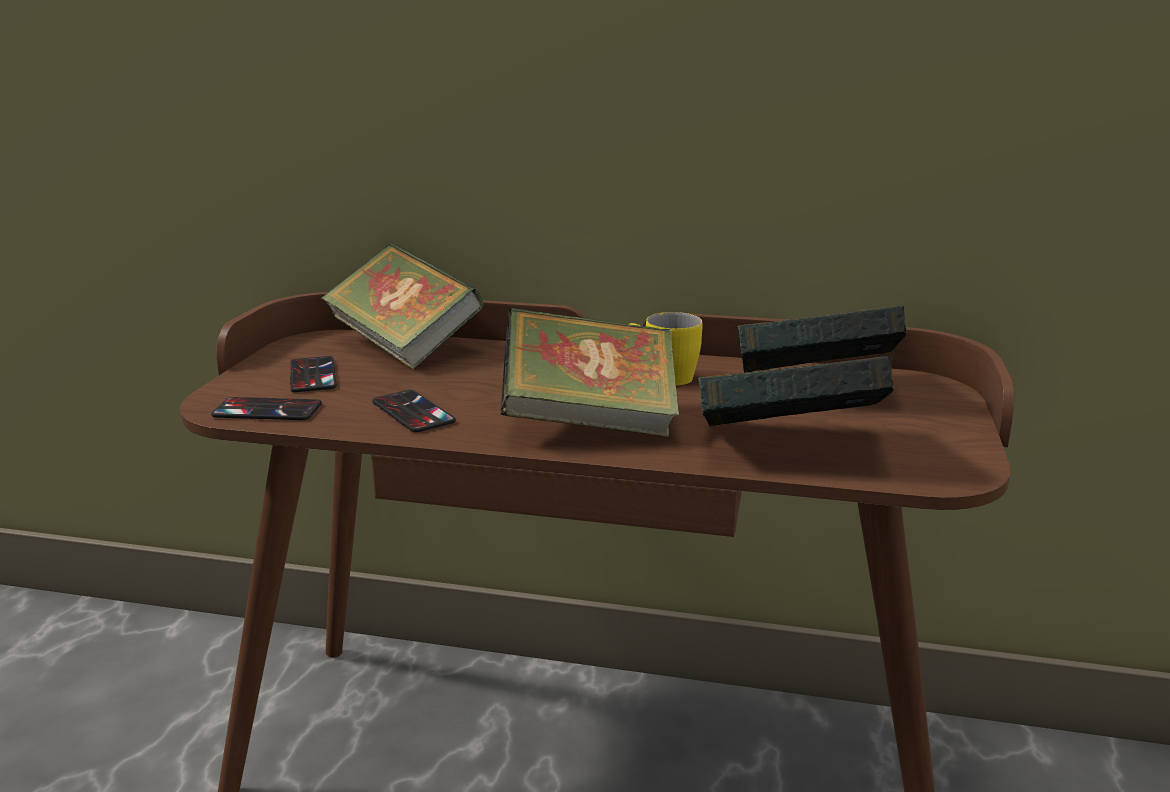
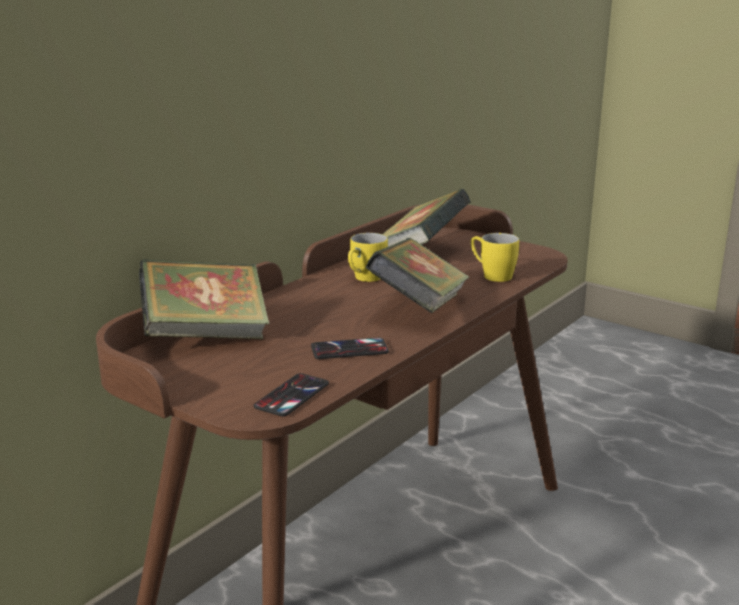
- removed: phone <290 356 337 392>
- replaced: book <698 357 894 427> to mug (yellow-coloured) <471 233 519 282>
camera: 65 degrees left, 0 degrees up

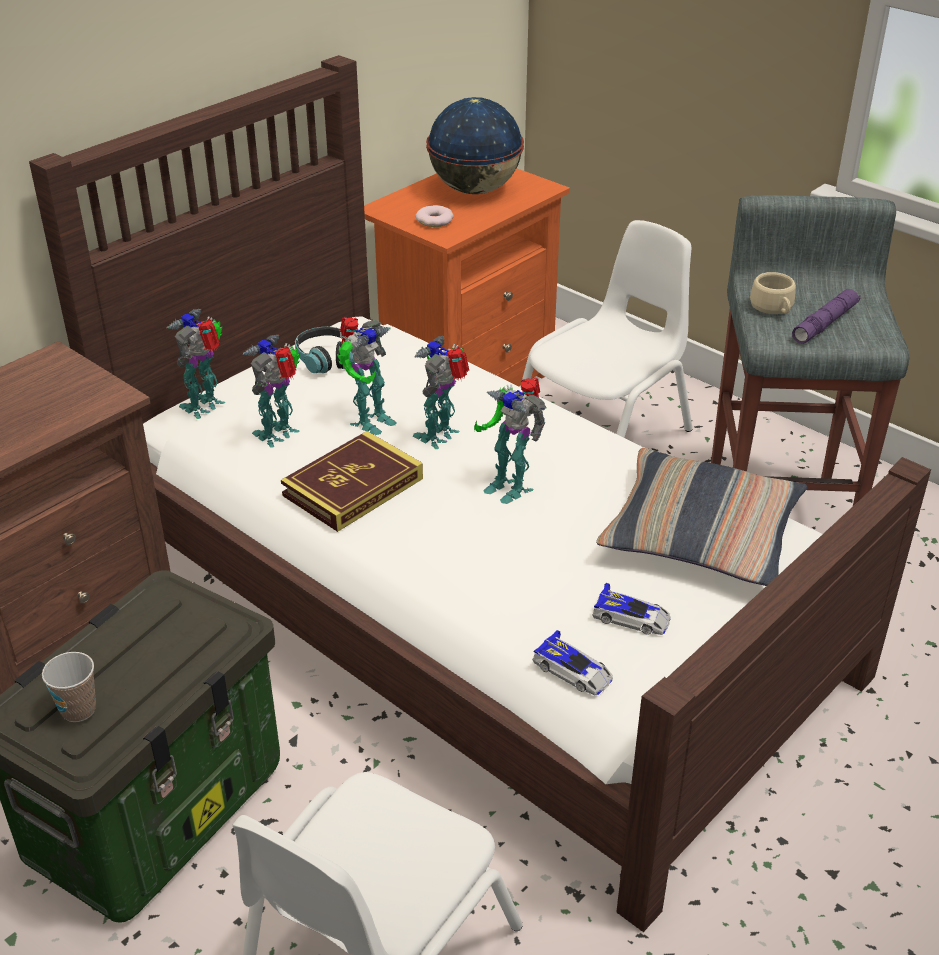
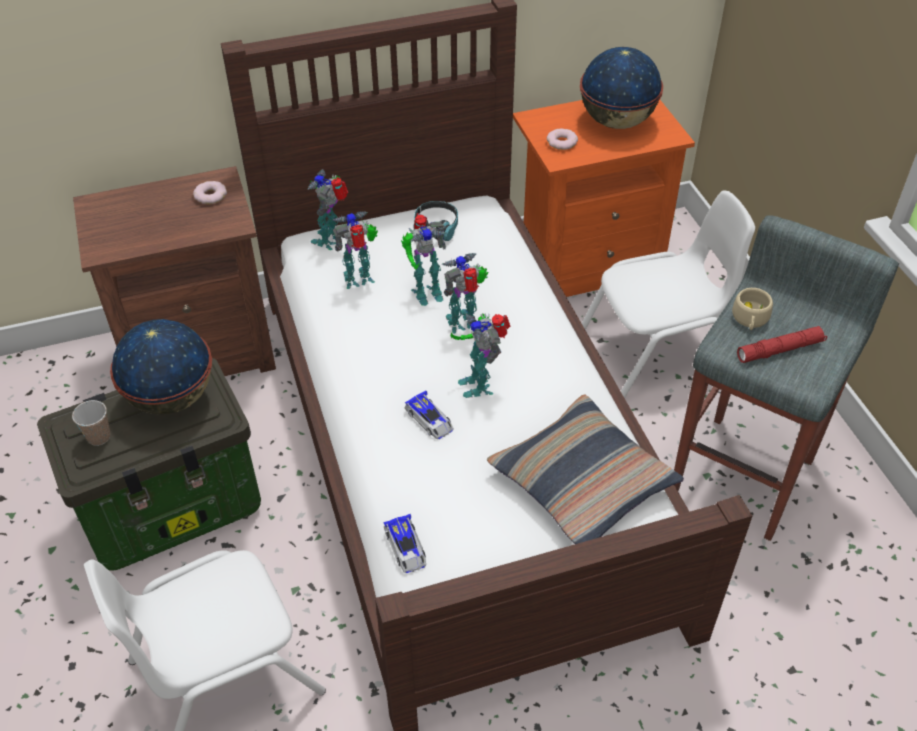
- removed: book <281 431 423 532>
- added: desk globe <110 319 212 414>
- added: ring doughnut <193 181 227 204>
- moved: miniature car <592 583 671 635> to <404 390 453 439>
- recoloured: hand torch (purple-coloured) <792 289 860 344> to hand torch (reddish) <737 326 827 363>
- turned: model robot <166 309 225 419> = <308 169 348 250> 45 degrees counterclockwise
camera: 30 degrees right, 10 degrees up

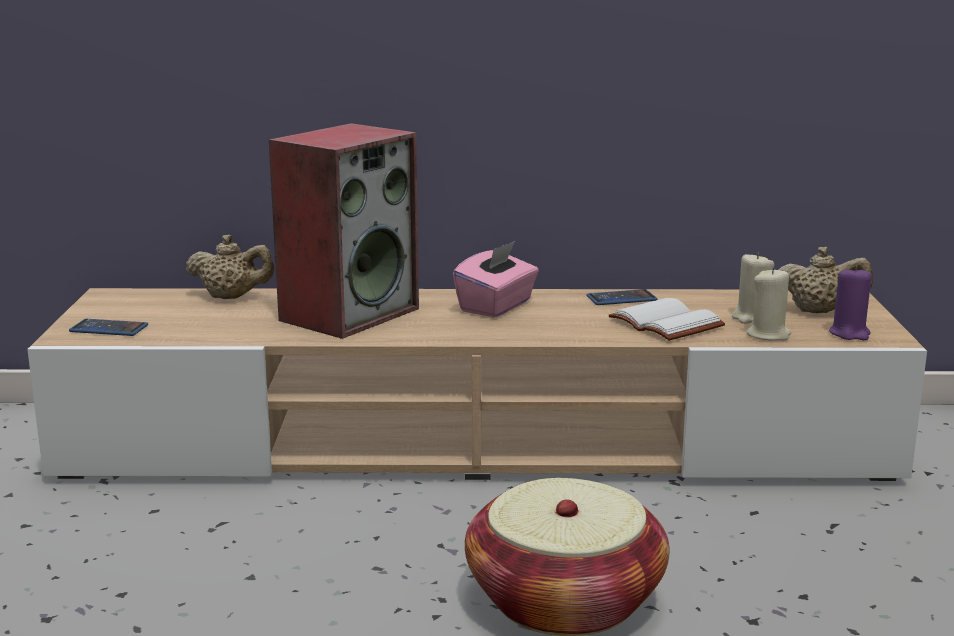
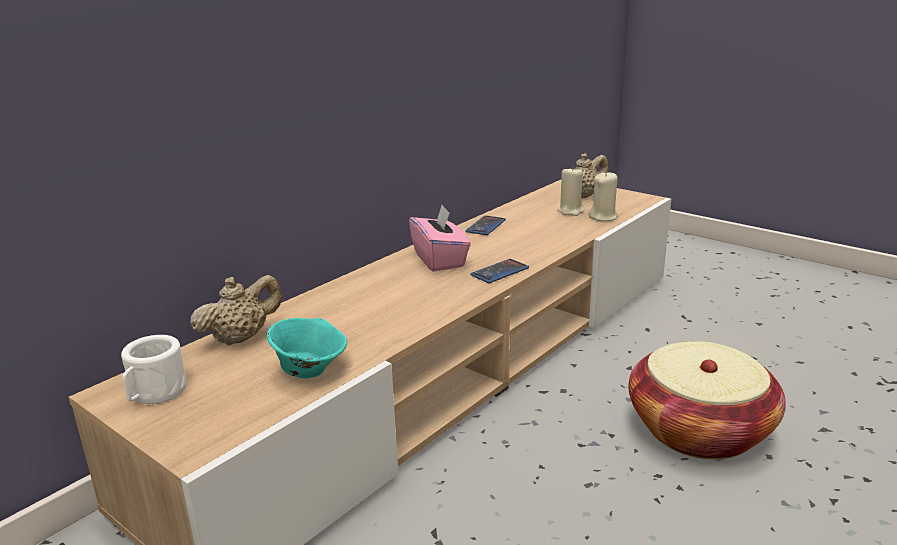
- removed: loudspeaker <269 123 419 339>
- removed: book (white-coloured) <609 298 725 341>
- removed: wax candle (purple-coloured) <829 266 872 340>
- added: mug (white-coloured) <121 335 187 404>
- added: bowl (blue-green) <267 318 347 378>
- moved: phone <69 319 148 336> to <470 259 529 283>
camera: 50 degrees left, 5 degrees up

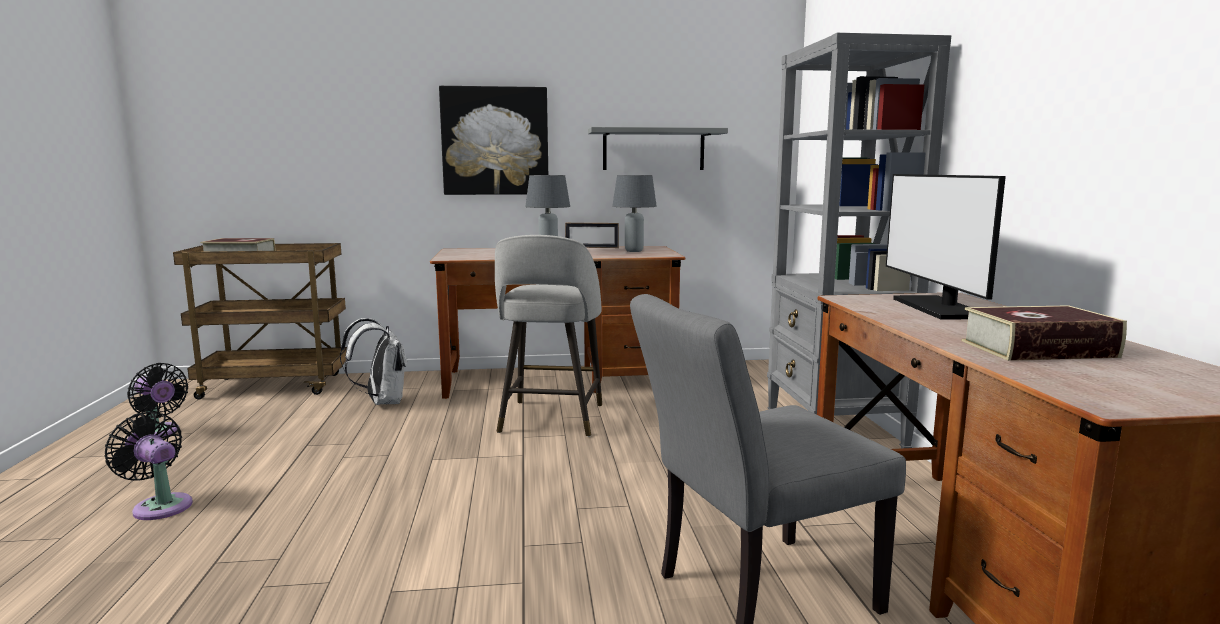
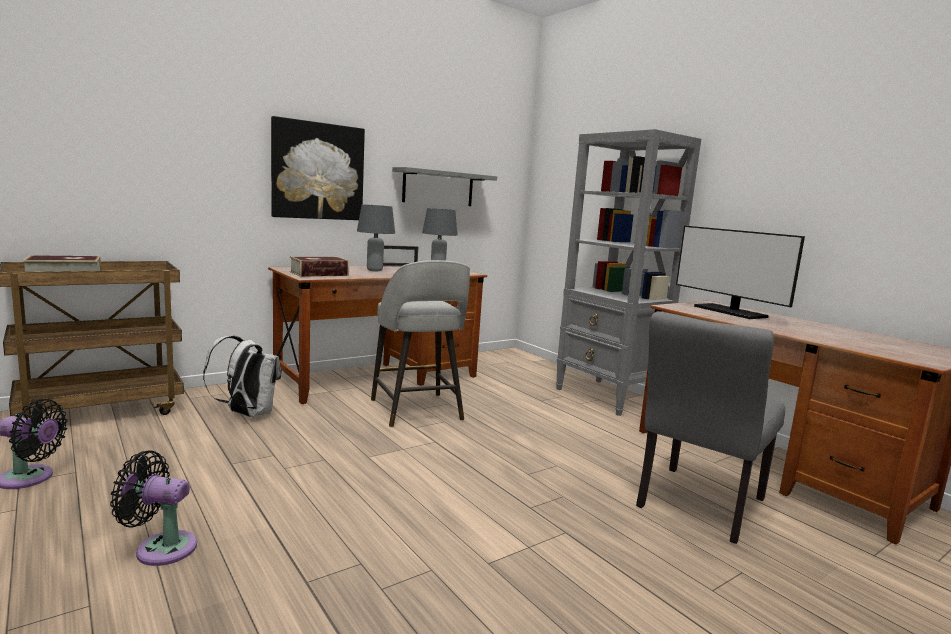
- moved: book <962 305 1127 361> to <290 256 349 277>
camera: 30 degrees left, 0 degrees up

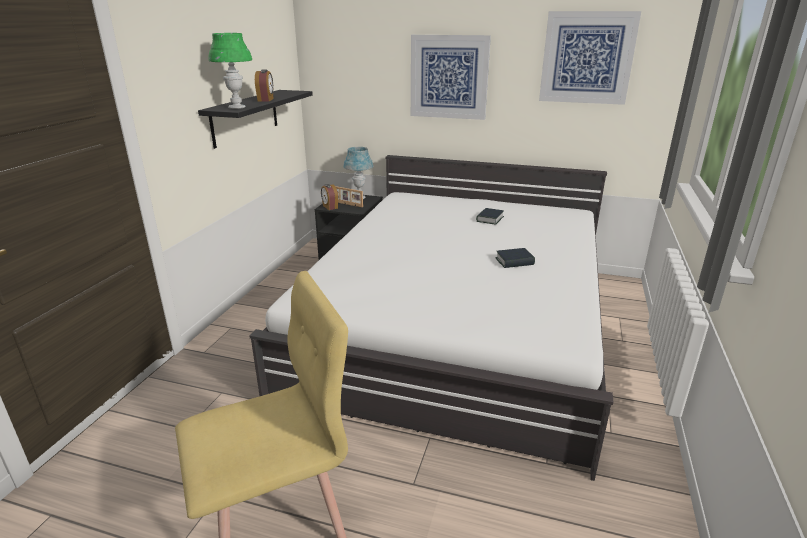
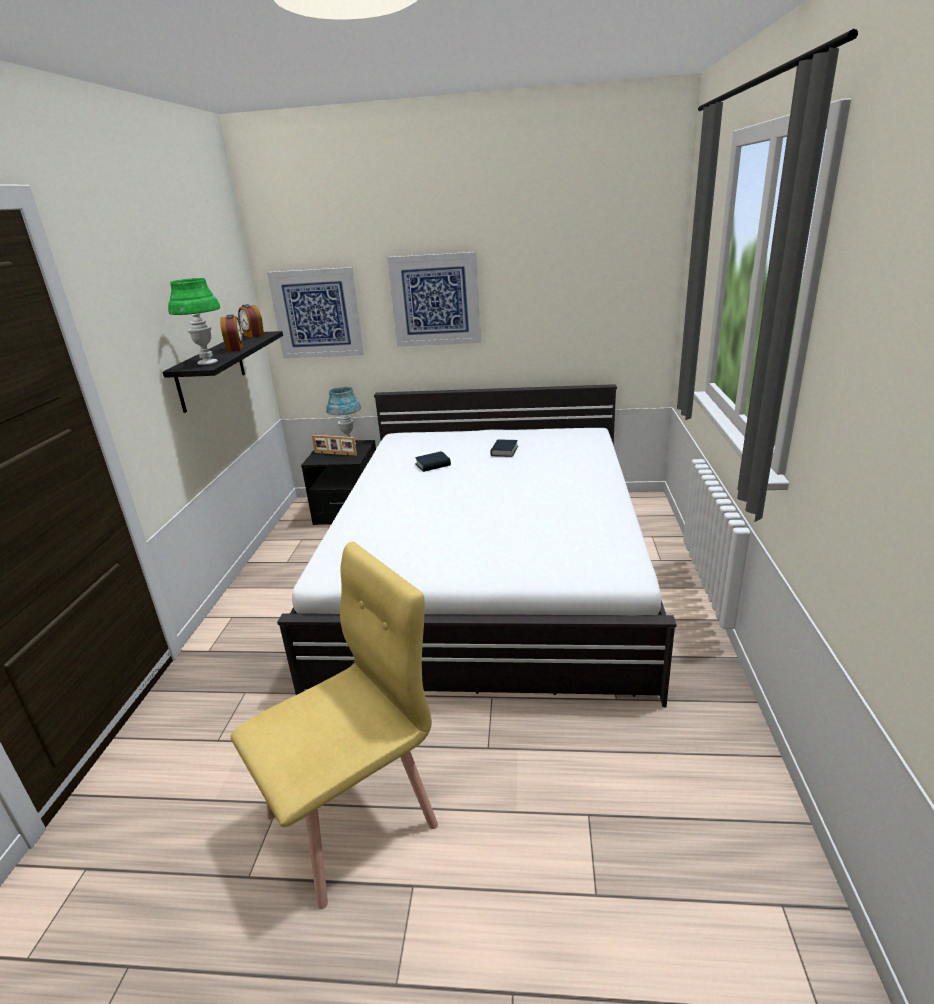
- moved: table clock <321 184 338 210> to <238 304 264 338>
- moved: book <495 248 535 268> to <415 451 451 472>
- moved: wall picture <539 11 641 105> to <267 267 364 359>
camera: 10 degrees left, 0 degrees up

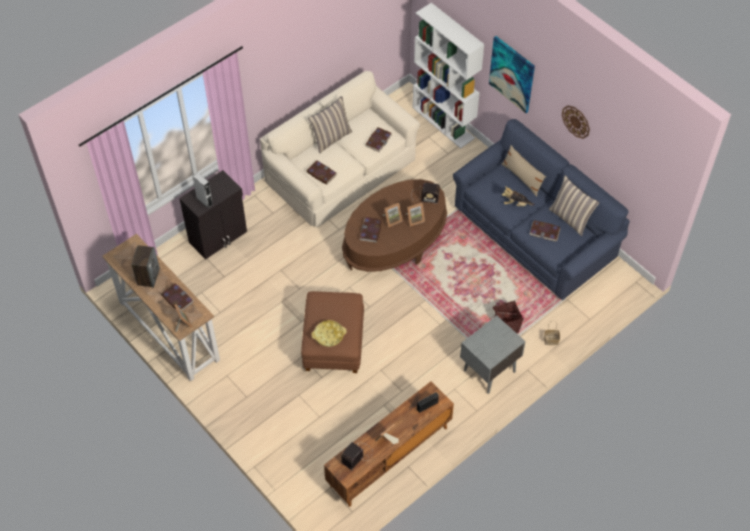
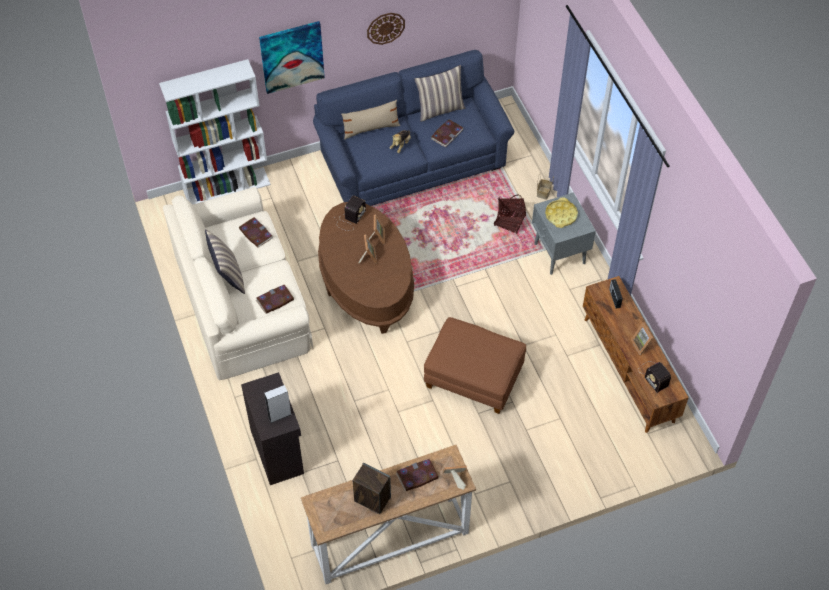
- removed: book <360 217 382 243>
- moved: serving tray (yellow-coloured) <311 320 347 347> to <545 197 578 228>
camera: 70 degrees left, 0 degrees up

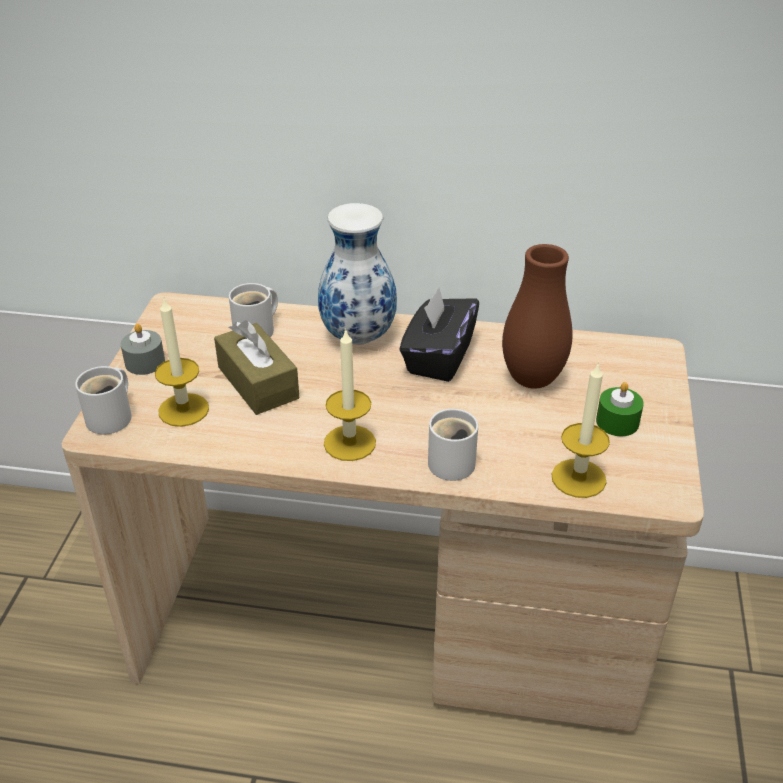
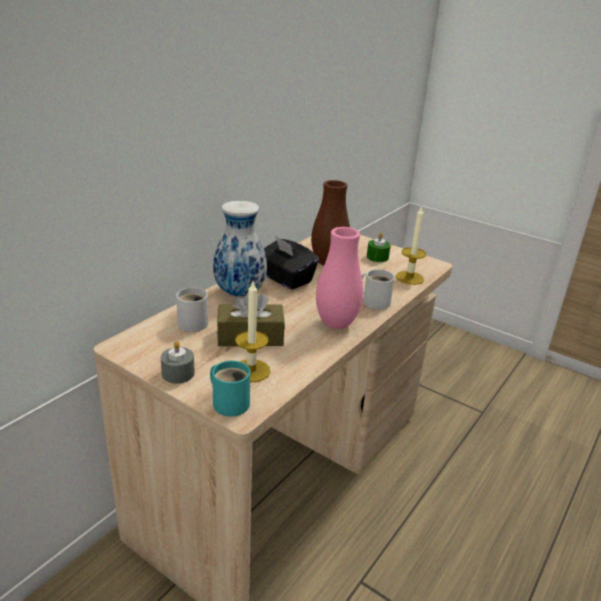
- replaced: wax candle <324 328 376 461> to decorative vase (pink) <316 227 363 329>
- recoloured: mug (white-coloured) <75 366 132 434> to mug (blue-green) <210 361 250 416>
camera: 65 degrees left, 10 degrees down

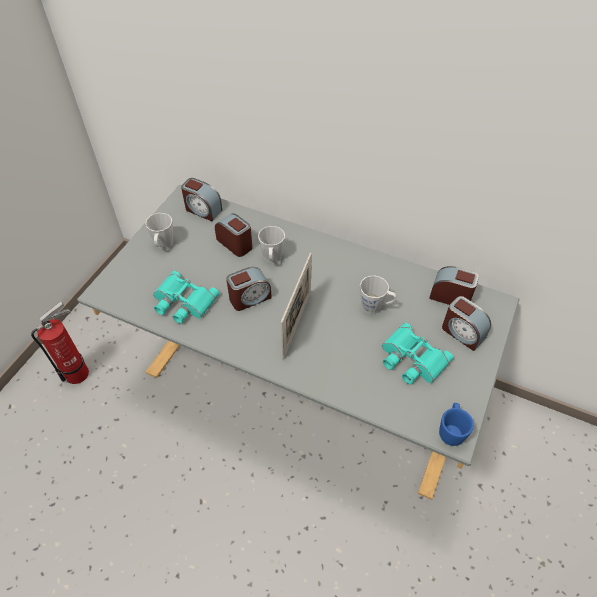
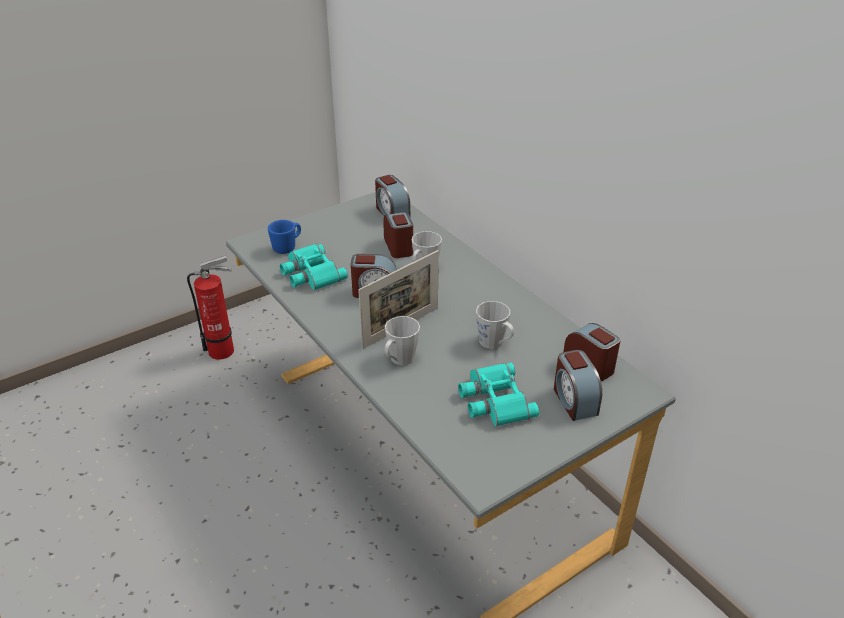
- moved: mug (greyish) <145 213 174 249> to <385 316 420 365>
- moved: mug (blue) <439 403 474 446> to <268 220 301 254>
camera: 30 degrees right, 15 degrees down

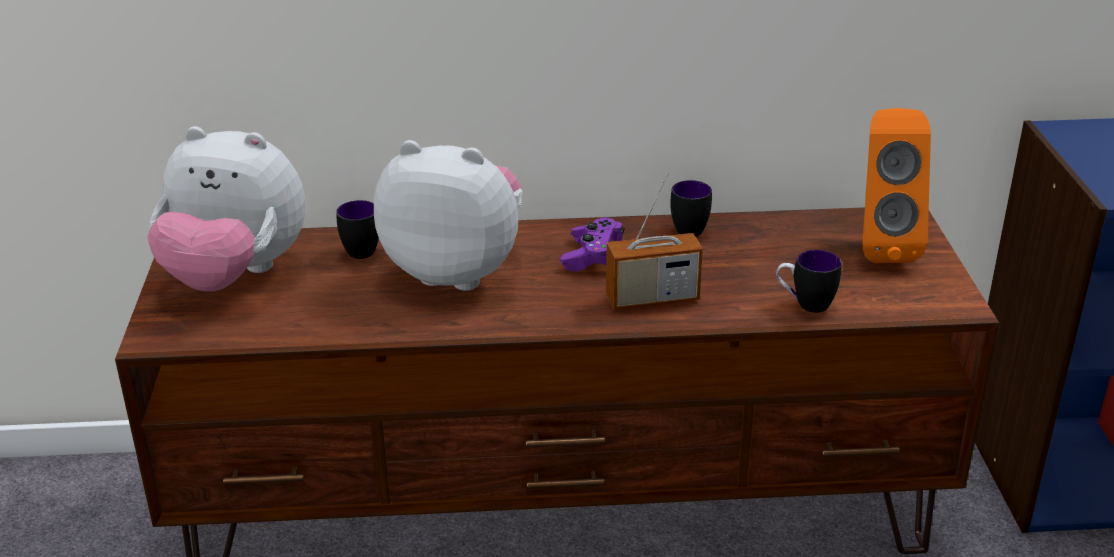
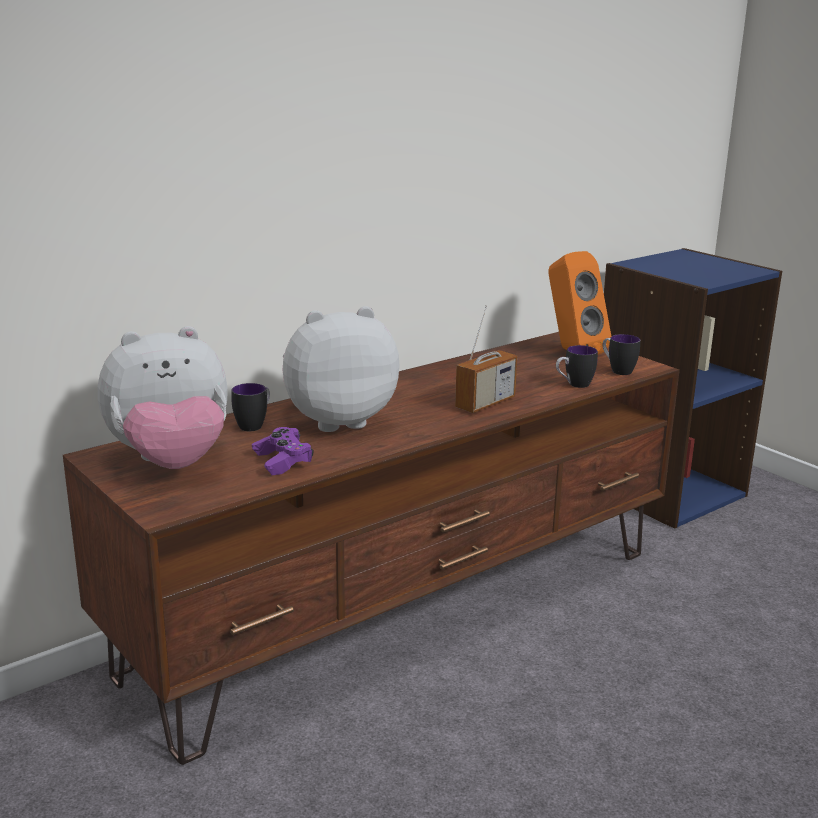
- moved: gamepad (purple-coloured) <561 218 625 272> to <252 427 314 475>
- moved: mug <670 180 712 237> to <603 334 640 375>
camera: 35 degrees left, 10 degrees down

